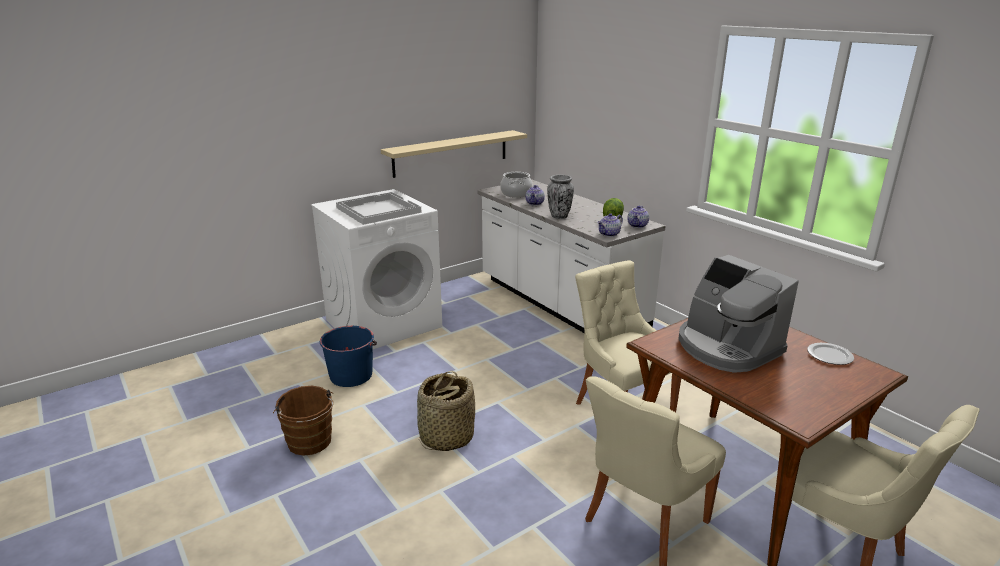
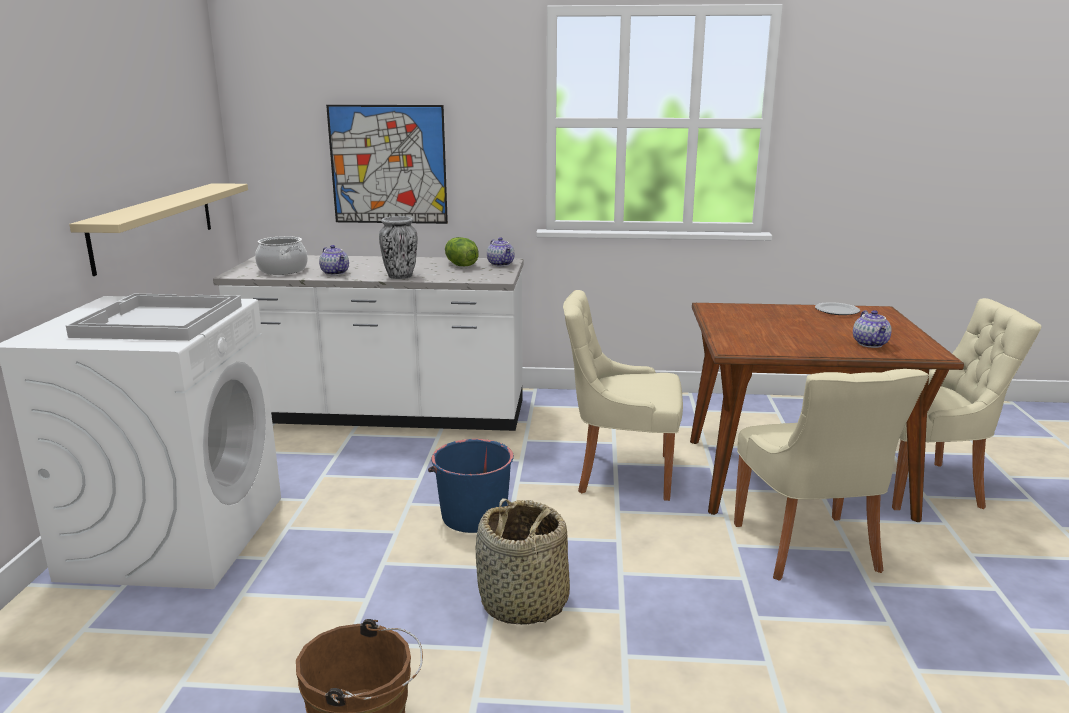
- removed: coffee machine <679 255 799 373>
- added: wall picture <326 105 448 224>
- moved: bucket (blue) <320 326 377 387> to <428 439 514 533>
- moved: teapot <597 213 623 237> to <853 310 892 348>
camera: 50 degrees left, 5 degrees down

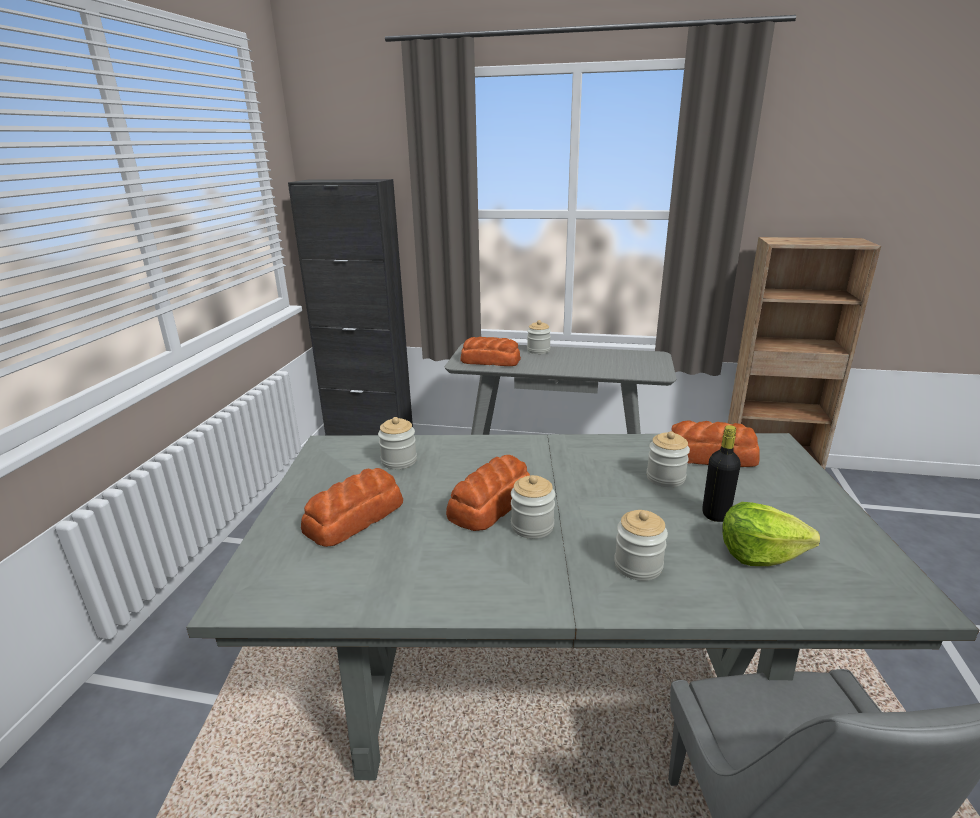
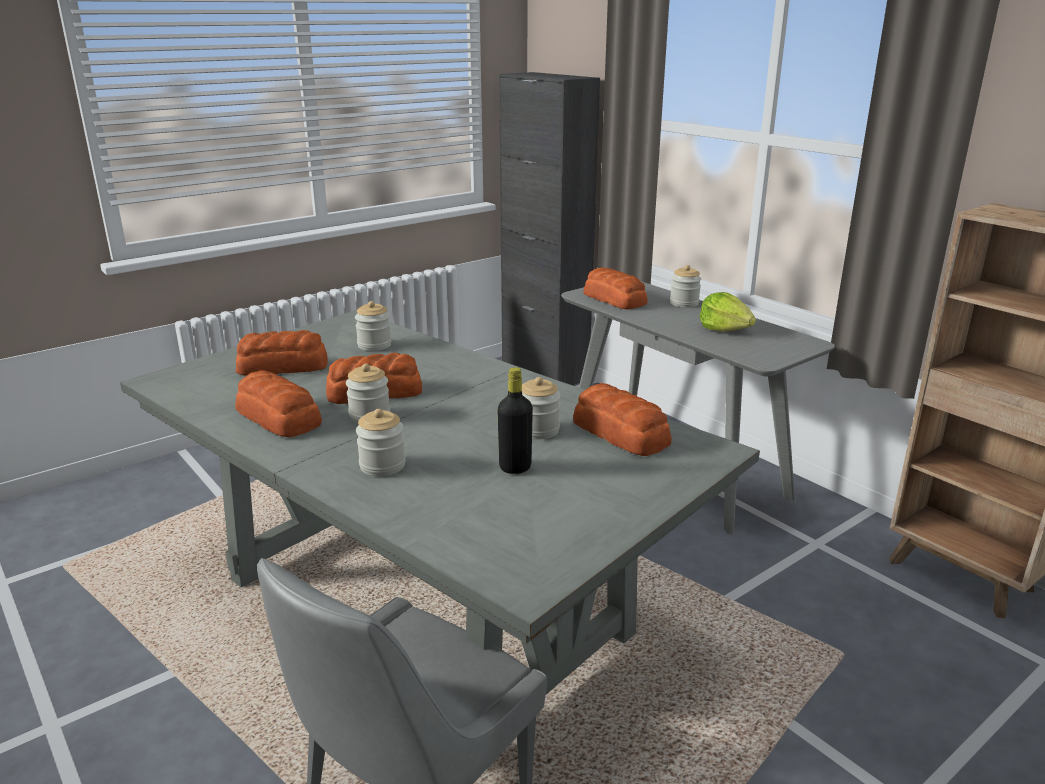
- added: baked bread <235 370 322 437>
- moved: head of lettuce <722 502 820 566> to <700 292 756 331>
camera: 40 degrees right, 0 degrees up

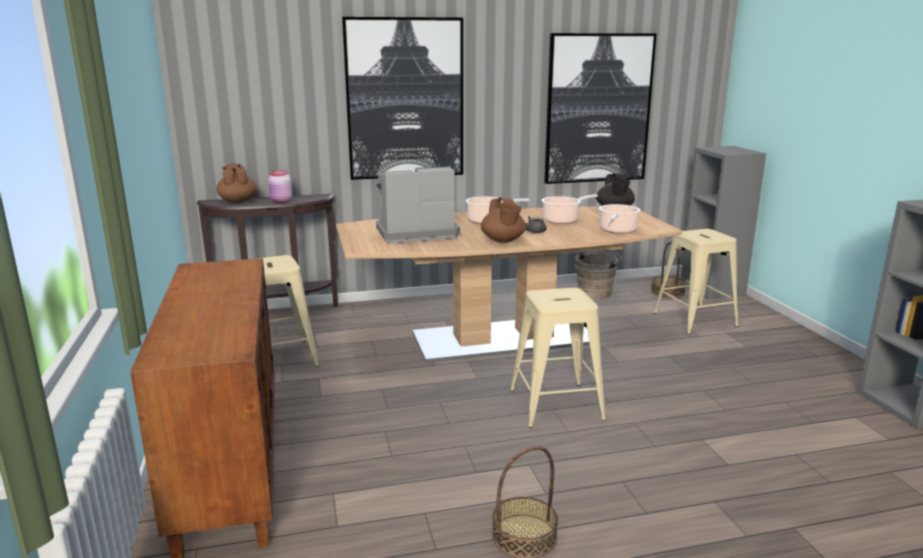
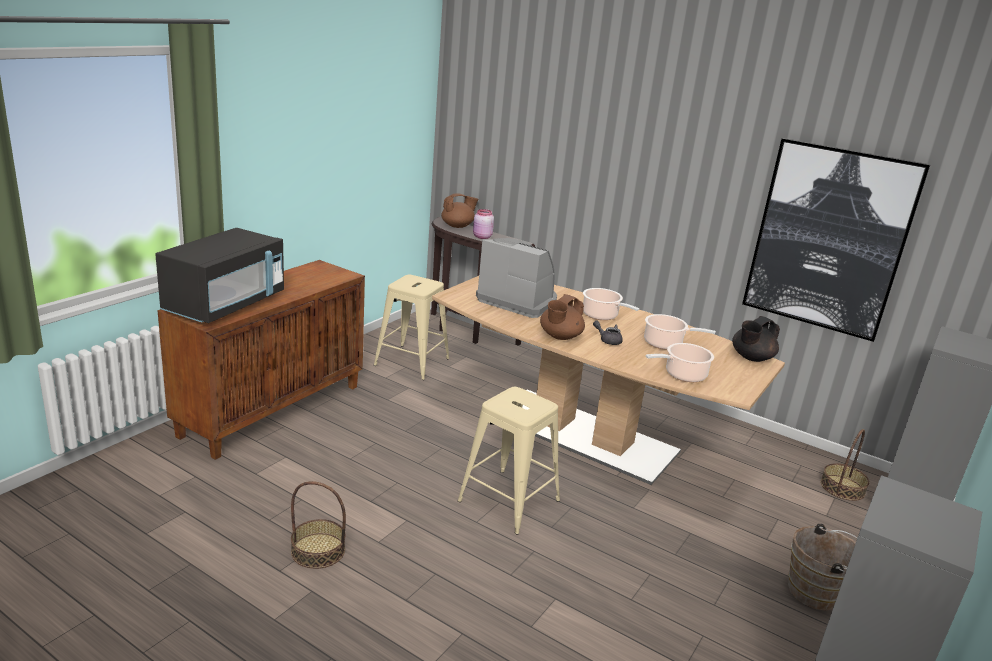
- removed: wall picture <342 17 463 180>
- removed: sitting stool (beige-coloured) <654 229 738 334>
- added: microwave oven (blackish) <155 228 284 323>
- moved: bucket (brown) <575 251 622 299> to <788 524 858 611>
- turned: teapot (brown) <216 163 258 203> = <441 193 478 228> 45 degrees clockwise
camera: 45 degrees right, 5 degrees up

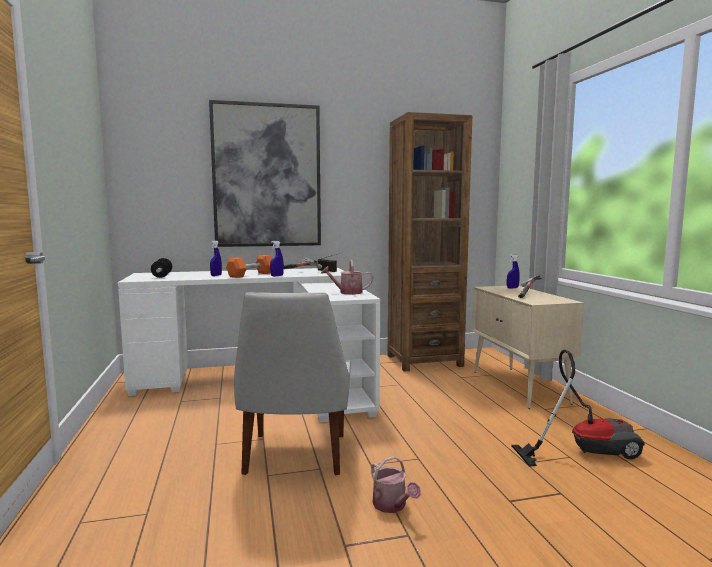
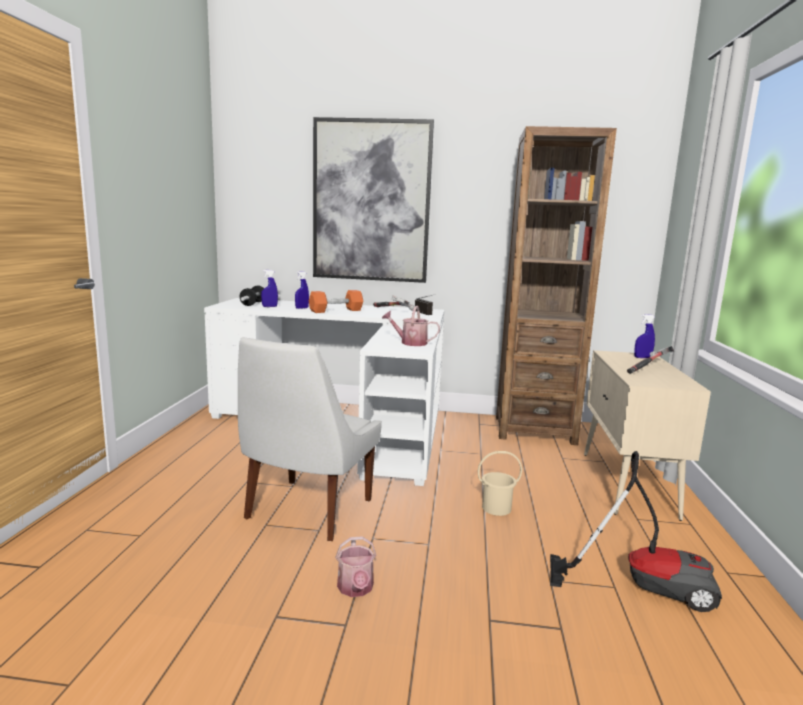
- added: bucket (beige-coloured) <478 451 522 516>
- moved: hand sprayer (blue) <270 241 284 276> to <261 270 278 307>
camera: 20 degrees right, 5 degrees up

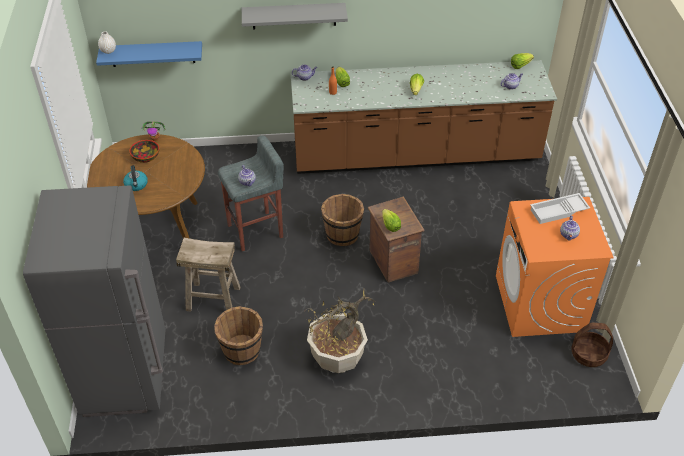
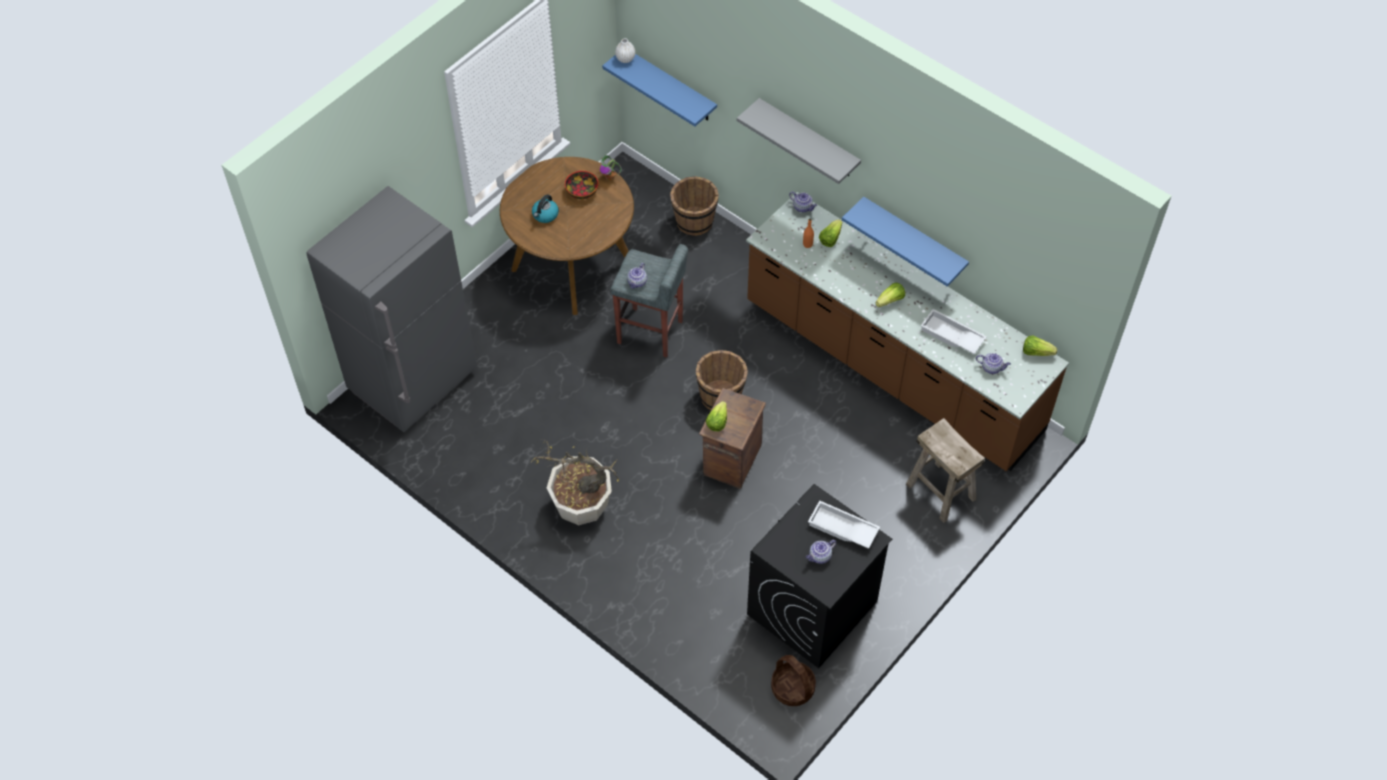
- added: wall shelf (blue) <842 197 969 287>
- added: serving tray (white-coloured) <920 309 987 354>
- moved: sitting stool (beige-coloured) <176 238 240 311> to <906 418 985 523>
- moved: bucket (brown) <214 306 263 365> to <670 176 719 236>
- recoloured: laundry appliance (orange) <496 197 614 337> to laundry appliance (blackish) <747 484 892 668>
camera: 45 degrees right, 10 degrees up

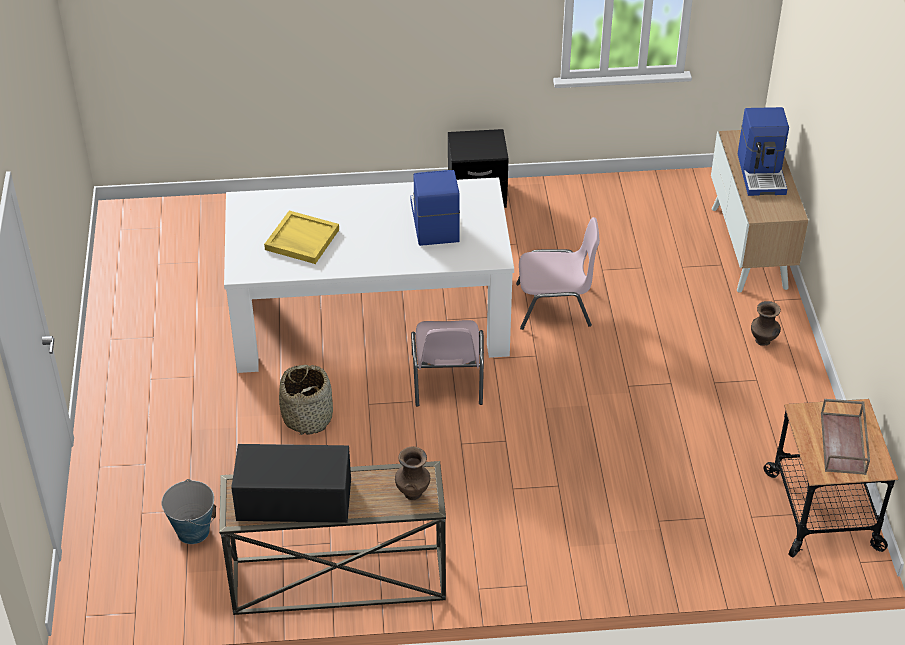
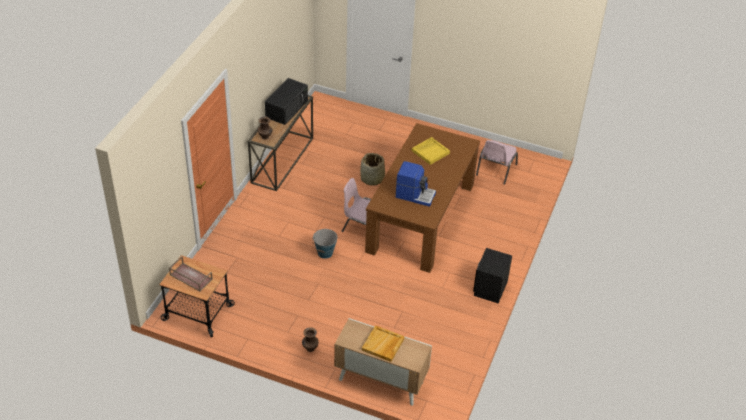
- moved: bucket <161 479 216 544> to <313 229 337 259>
- moved: upright chair (pink) <516 217 600 330> to <476 140 518 185>
- replaced: coffee machine <738 107 789 196> to serving tray (beige-coloured) <362 325 404 362>
- recoloured: dinner table (white-coloured) <224 177 514 373> to dinner table (brown) <365 123 480 273>
camera: 115 degrees right, 0 degrees up

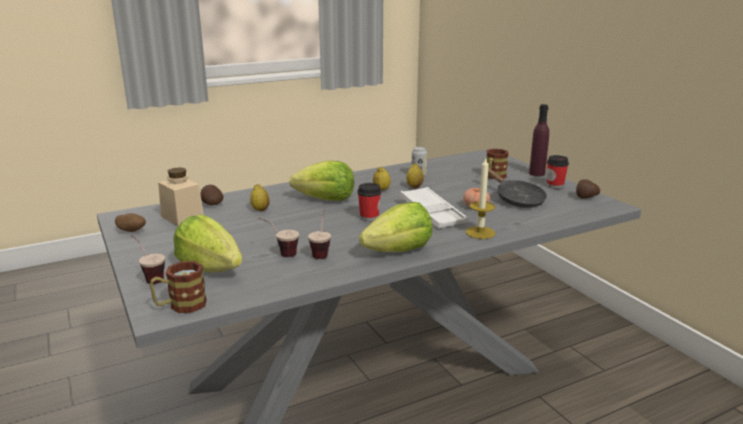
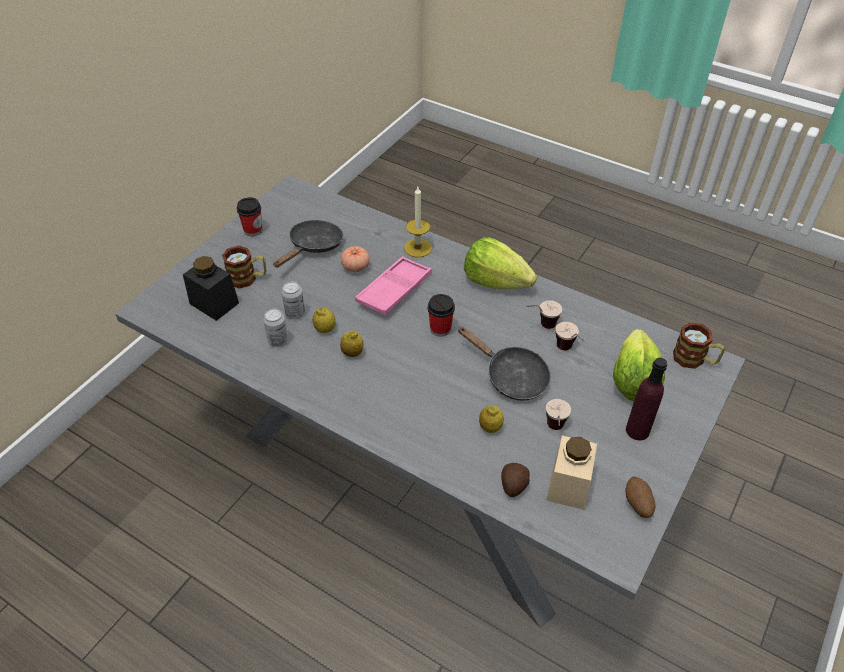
- removed: head of lettuce <289 161 354 201>
- removed: spud <576 179 600 199>
- added: jar (blackish) <183 256 239 321>
- added: sealed can <281 282 305 319>
- added: pan (blackish) <458 326 551 401>
- moved: drinking cup <131 235 165 284> to <546 399 571 430>
- moved: bottle (purple-coloured) <529 104 549 176> to <626 358 667 440>
- recoloured: serving tray (white-coloured) <400 187 468 228> to serving tray (pink) <355 256 432 315>
camera: 120 degrees left, 25 degrees up

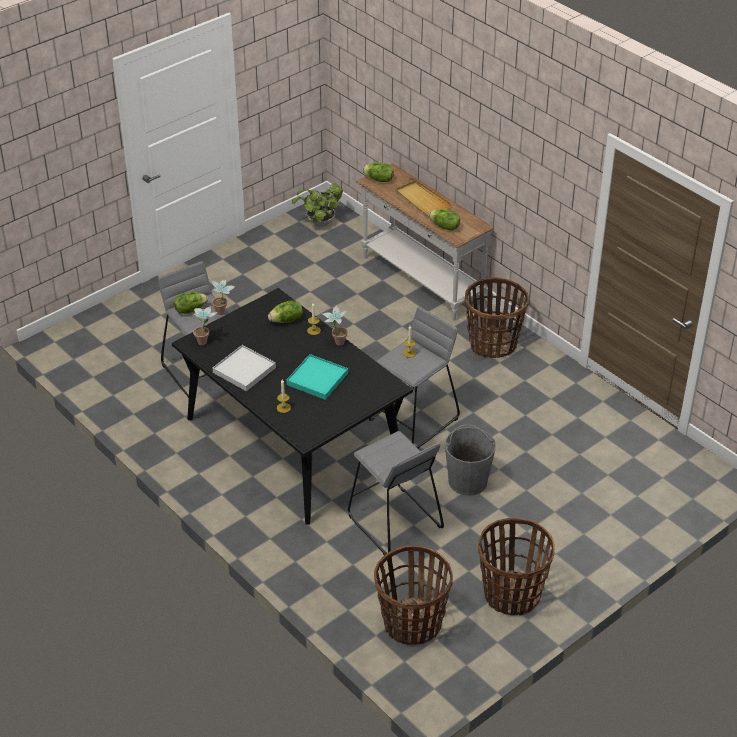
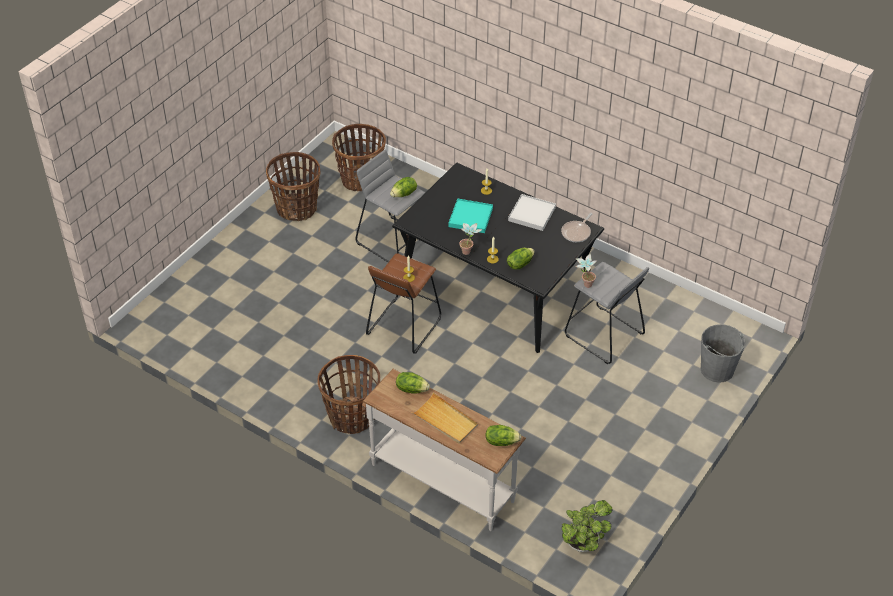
- moved: head of lettuce <174 292 208 314> to <390 177 417 197>
- moved: bucket (greyish) <445 425 496 496> to <700 324 746 383>
- replaced: plant in a pot <193 306 217 345> to pan <561 213 592 242>
- recoloured: sitting stool (greyish) <369 307 460 449> to sitting stool (brown) <366 253 441 354>
camera: 165 degrees right, 5 degrees up

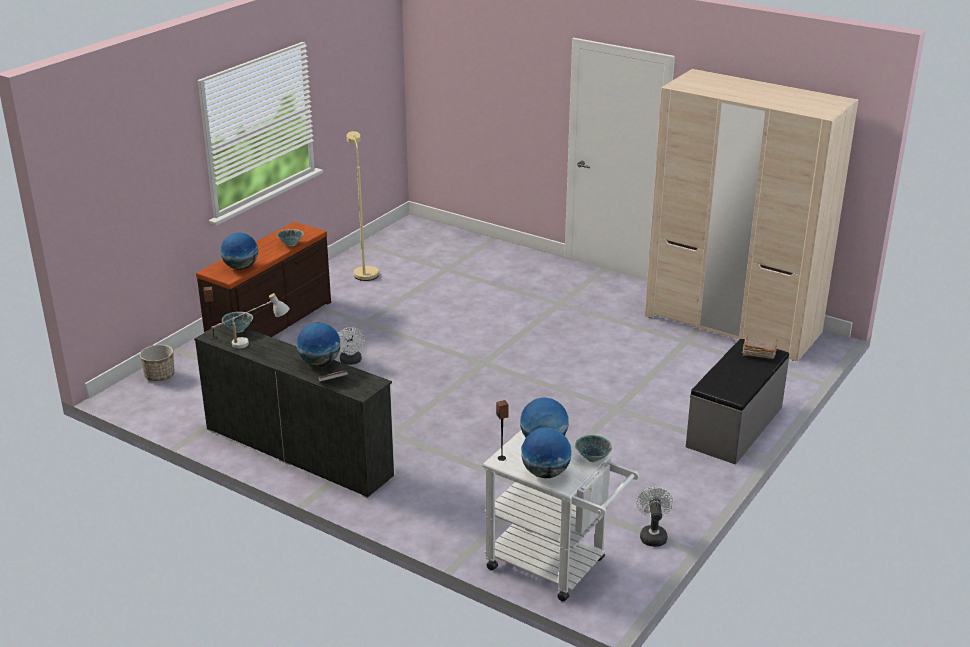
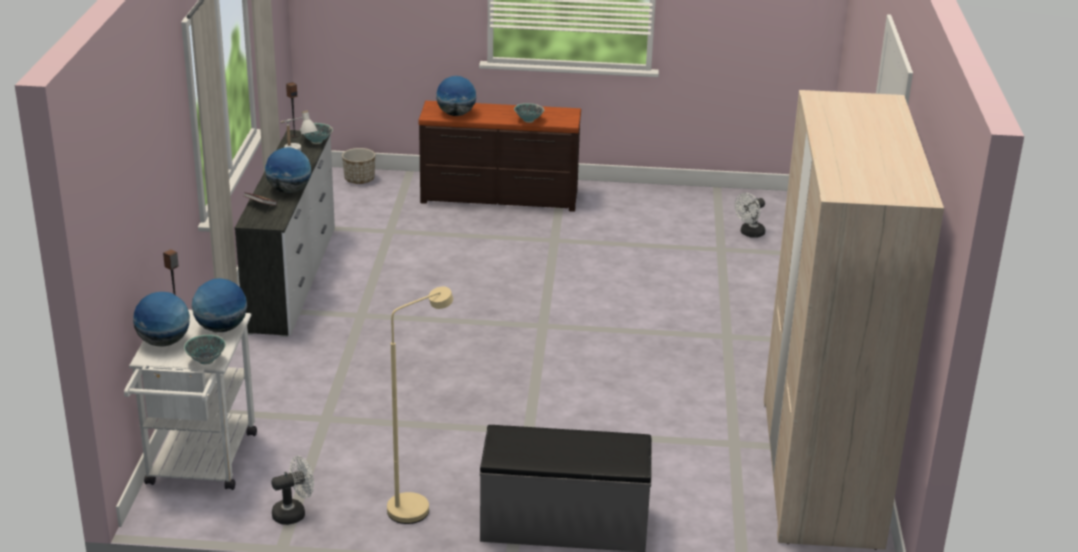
- removed: book (brown) <742 336 778 359>
- moved: fan (white-coloured) <338 327 365 365> to <735 193 765 238>
- moved: standard lamp (beige-coloured) <347 131 379 281> to <387 287 453 524>
camera: 60 degrees right, 0 degrees up

